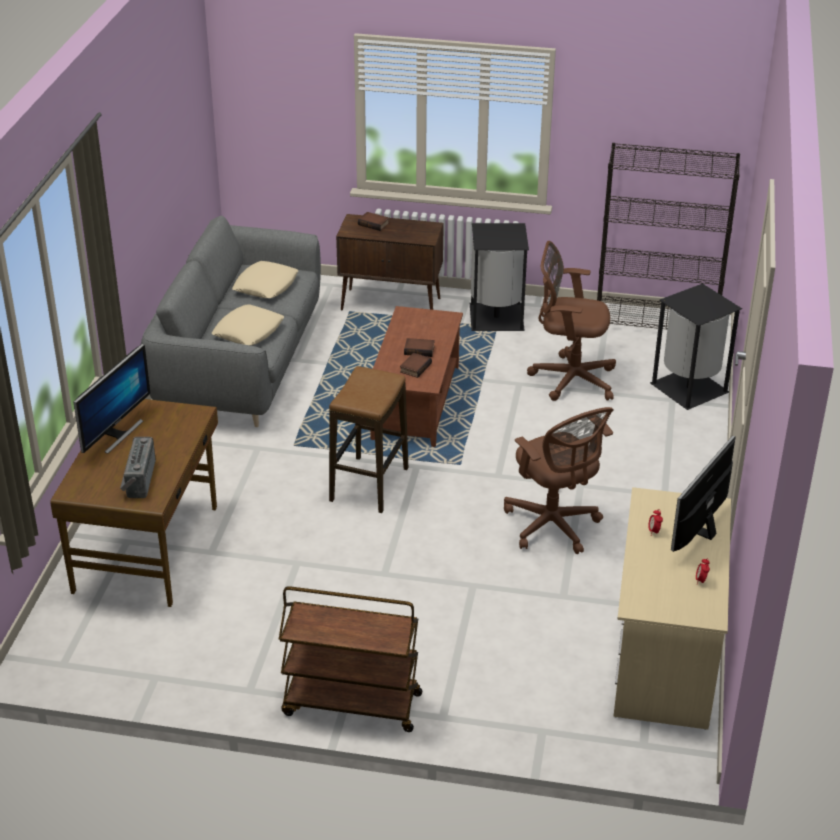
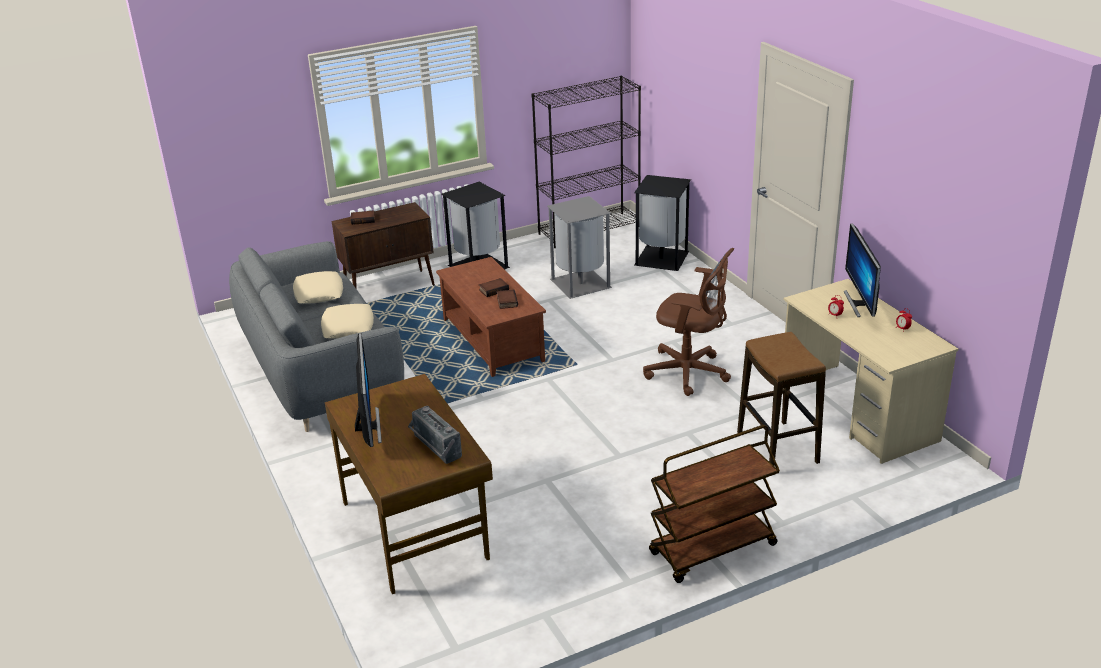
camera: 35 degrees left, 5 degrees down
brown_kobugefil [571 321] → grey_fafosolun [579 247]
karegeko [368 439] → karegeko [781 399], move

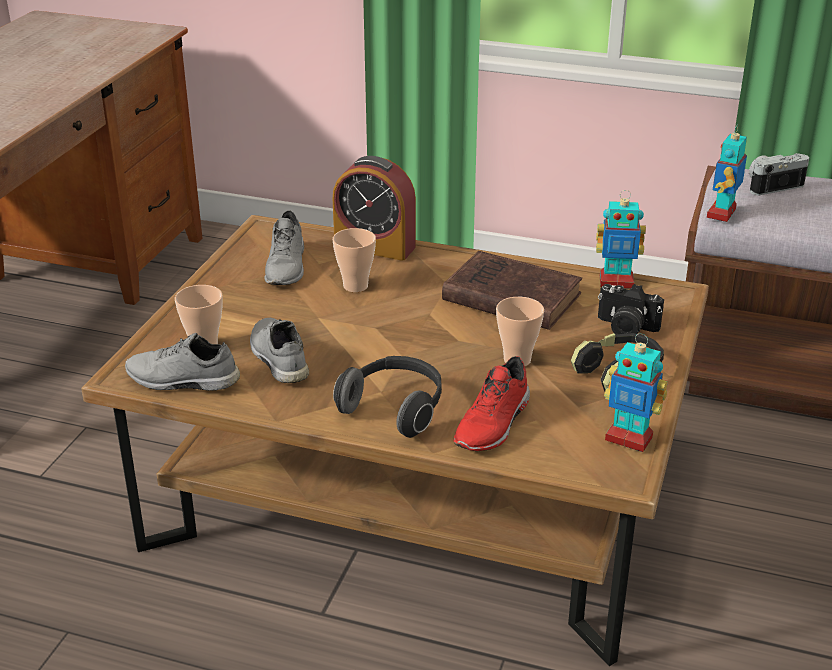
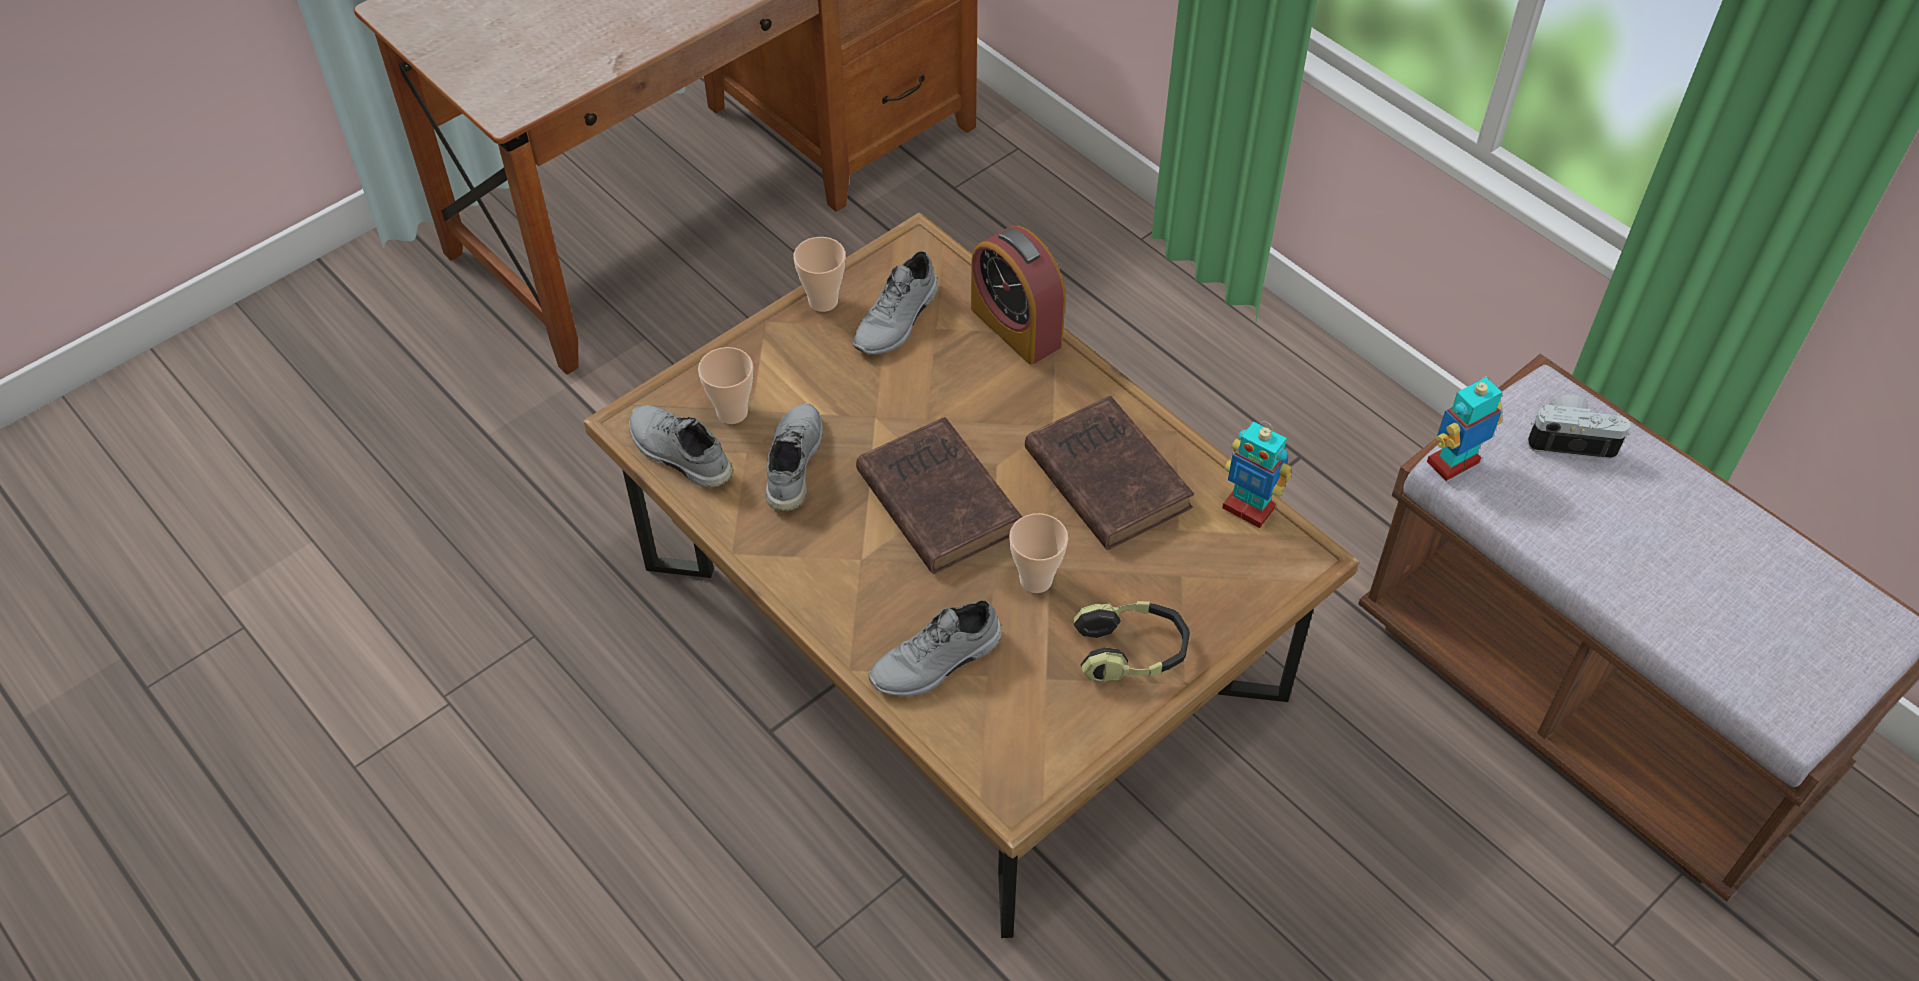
camera: 30 degrees right, 20 degrees up
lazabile [354 260] → lazabile [819 274], move
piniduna [631 309] → -
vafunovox [635 392] → -
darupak [387 397] → -
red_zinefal [492 403] → grey_zinefal [935 648]
- → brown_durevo [939 495]

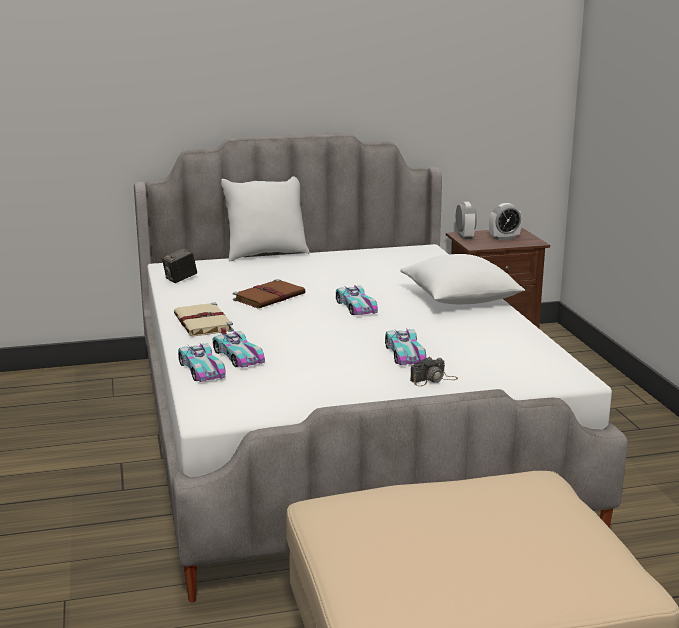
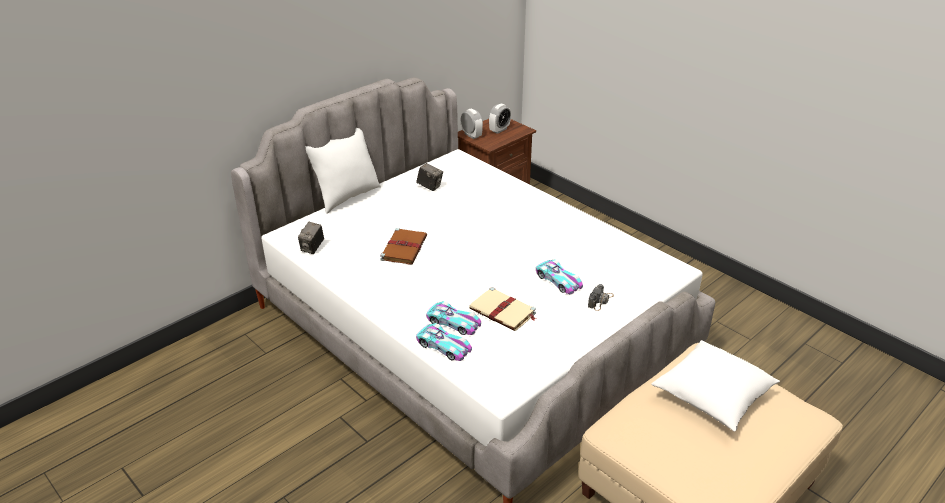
camera: 30 degrees left, 15 degrees up
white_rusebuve [462 279] → white_rusebuve [715 386], move
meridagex [357 300] → -
beige_durevo [204 319] → beige_durevo [502 309], move
- → piniduna [429 177]

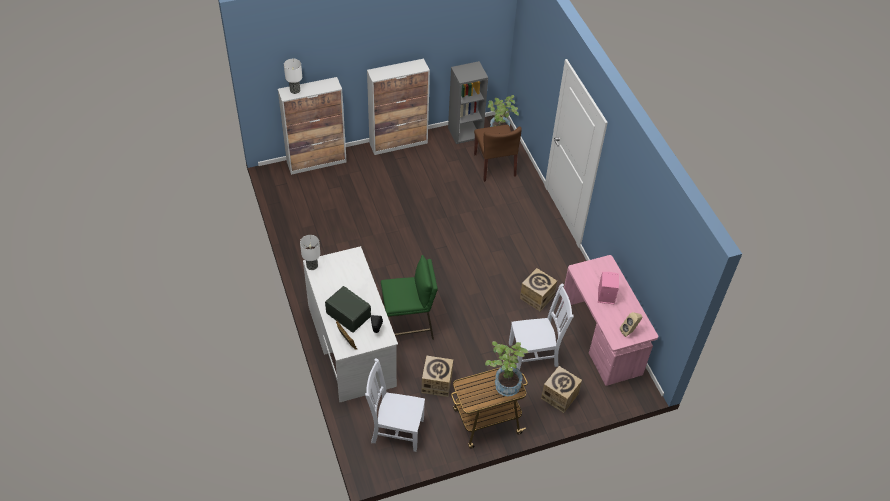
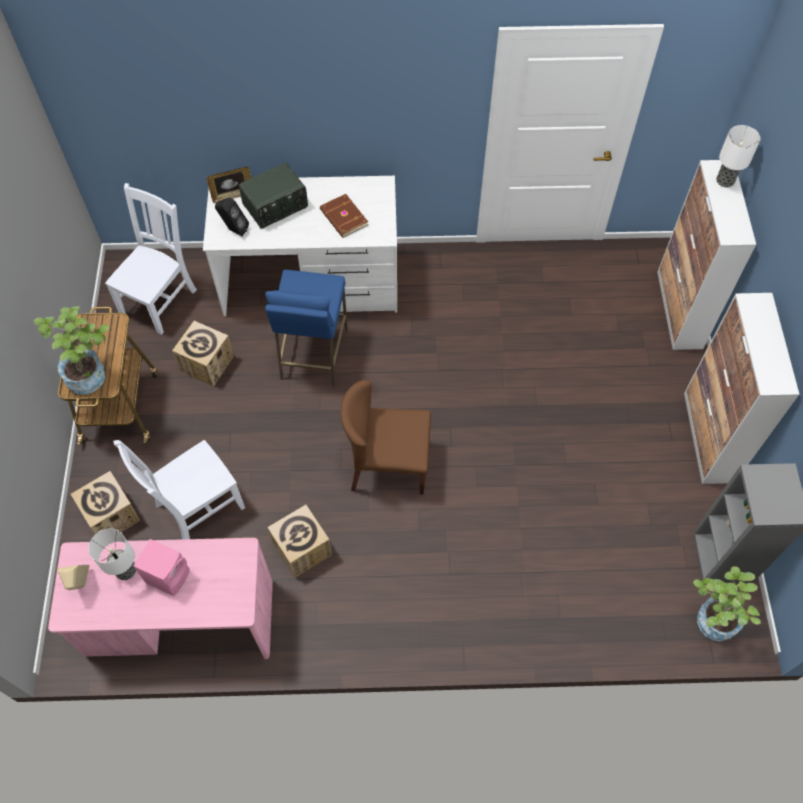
camera: 110 degrees right, 10 degrees up
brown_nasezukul [498 153] → brown_nasezukul [385 437], move
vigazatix [310 252] → vigazatix [112 554], move
green_karegeko [409 297] → blue_karegeko [306 328]
white_nasezukul [541 326] → white_nasezukul [179 489], 45 degrees clockwise
- → brown_durevo [344 216]

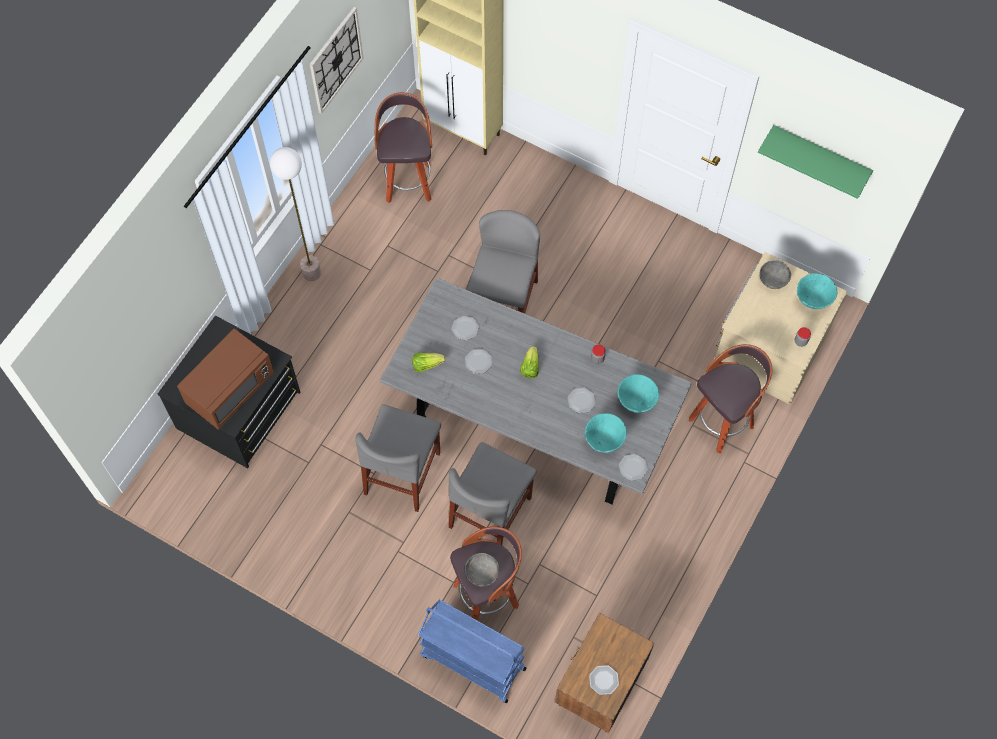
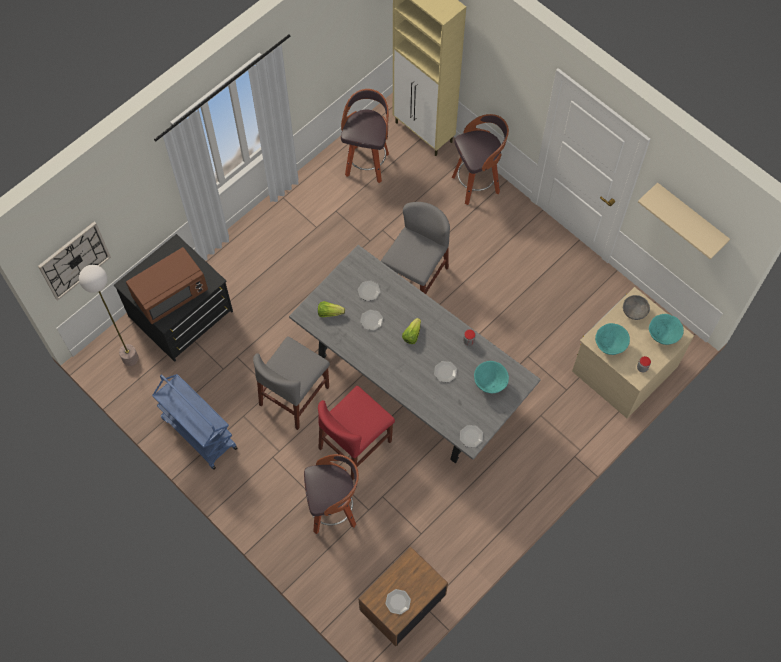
camera: 15 degrees right, 0 degrees up
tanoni [336 60] → tanoni [74 261], move
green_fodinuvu [815 162] → beige_fodinuvu [684 221]
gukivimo [295 214] → gukivimo [109 315], move
karegeko [730 398] → karegeko [480 159], move
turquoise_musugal [606 433] → turquoise_musugal [612 339], move
grey_nasezukul [493 494] → red_nasezukul [356 433]
grey_musugal [482 569] → -
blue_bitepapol [472 651] → blue_bitepapol [195 422], move

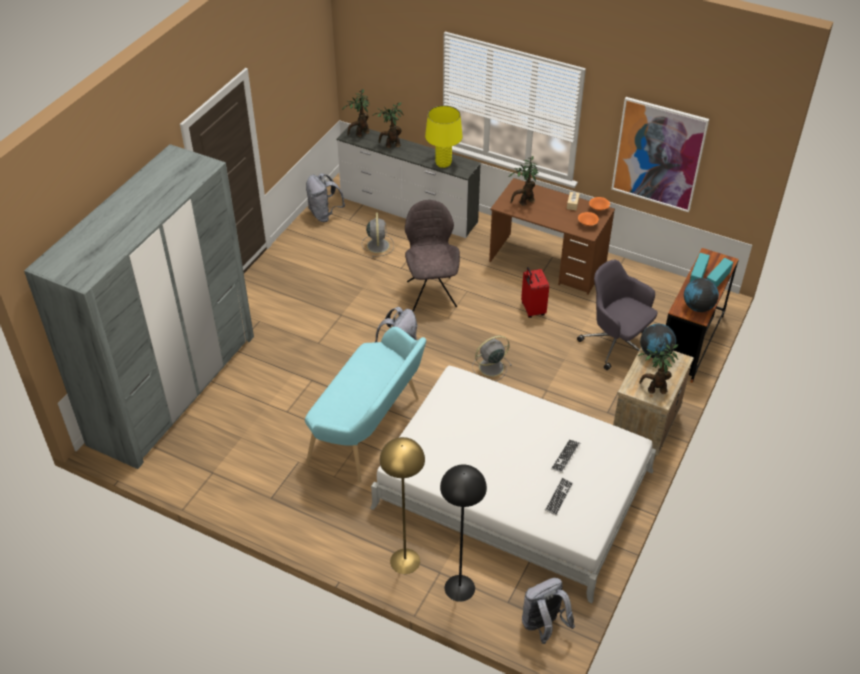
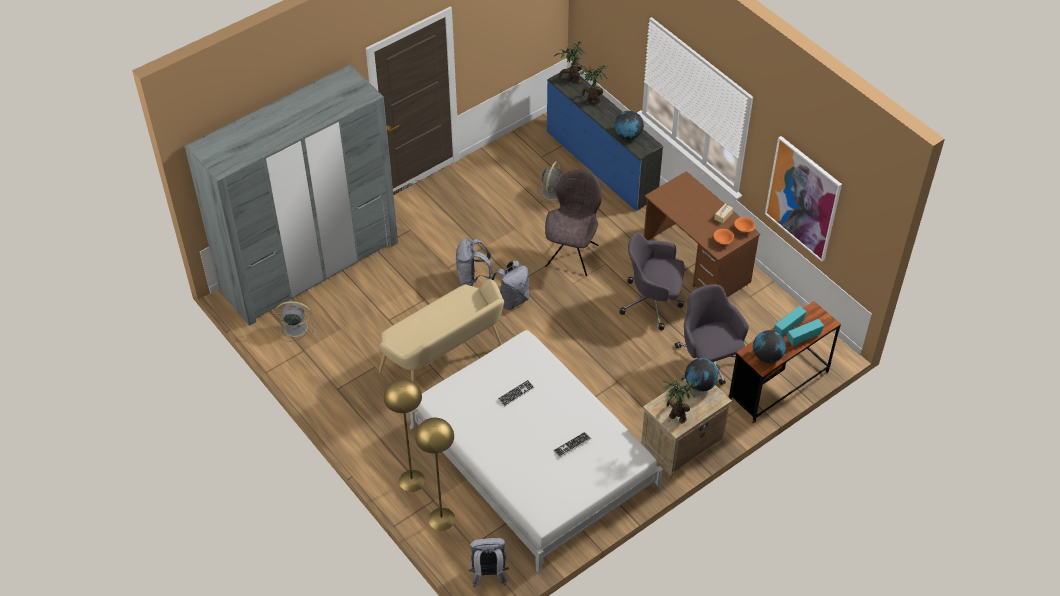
camera: 25 degrees right, 5 degrees up
yellow_vigazatix [444 136] → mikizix [629 125]
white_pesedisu [409 181] → blue_pesedisu [605 139]
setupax [524 181] → -
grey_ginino [325 197] → grey_ginino [474 262], move
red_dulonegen [535 292] → grey_kobugefil [652 281]
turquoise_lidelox [365 404] → beige_lidelox [441 330]
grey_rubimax [492 358] → grey_rubimax [294 321], move
black_gukivimo [463 533] → yellow_gukivimo [435 474]
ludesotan [559 497] → ludesotan [516 393], move

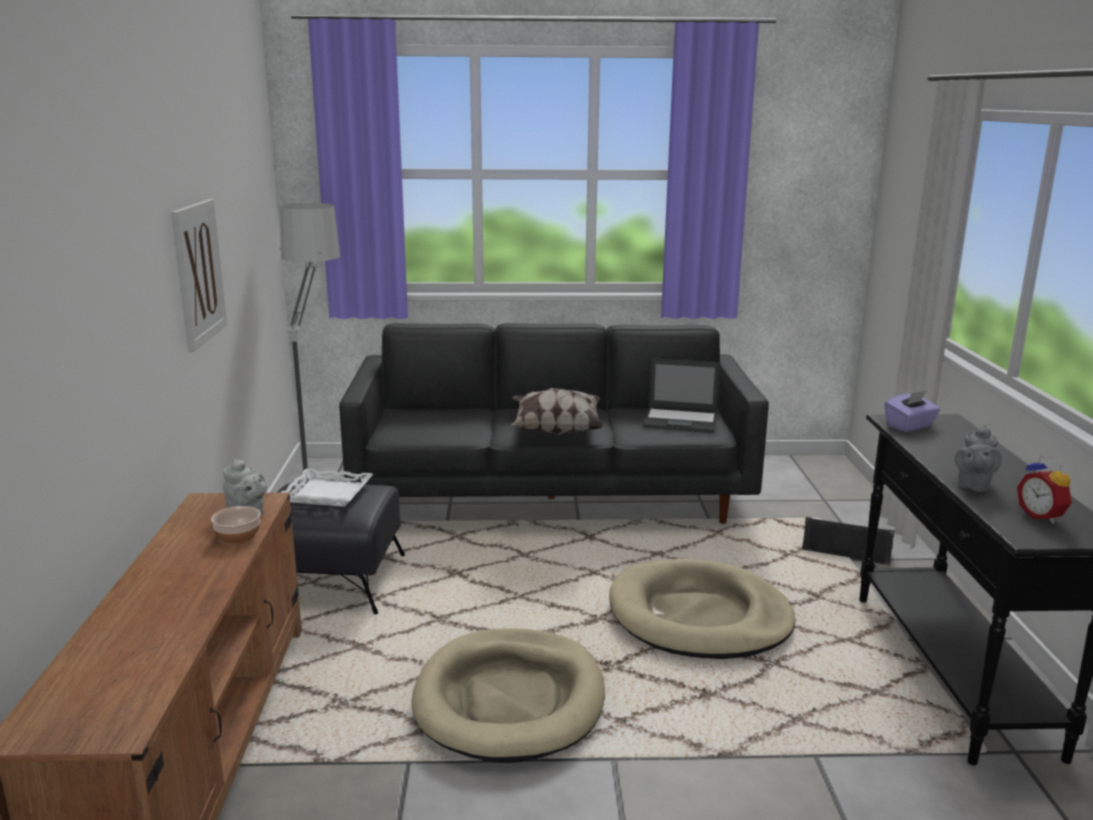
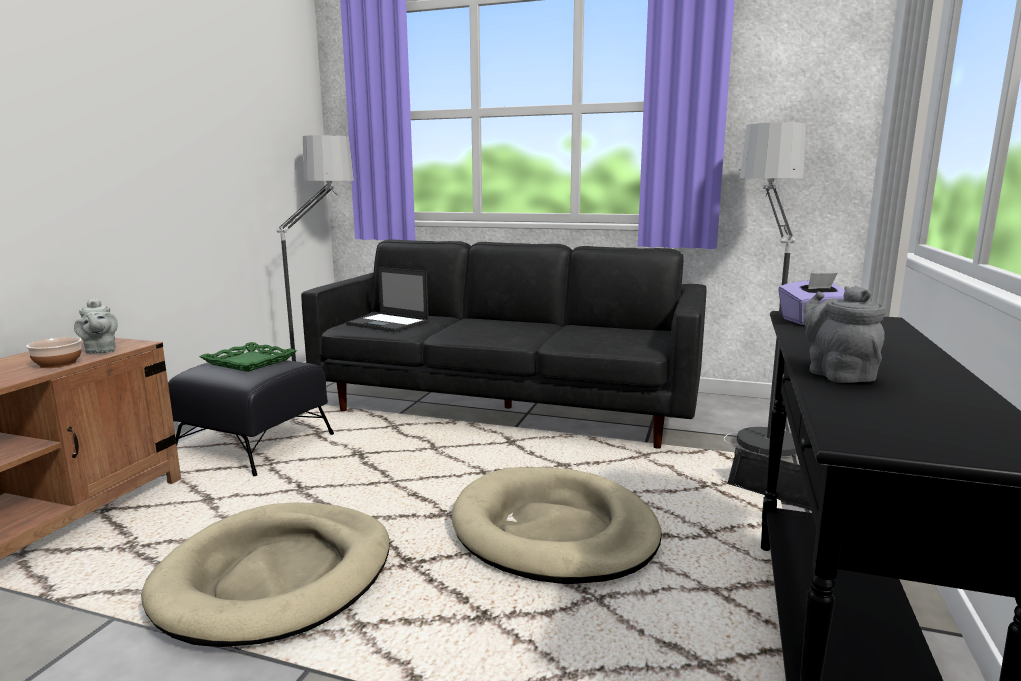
camera: 20 degrees right, 5 degrees down
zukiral [199 275] → -
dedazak [681 395] → dedazak [387 299], move
rusebuve [557 411] → -
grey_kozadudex [978 458] → grey_kozadudex [844 334], 120 degrees clockwise
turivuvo [1044 490] → -
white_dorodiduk [326 488] → green_dorodiduk [248 357]
- → gukivimo [765 291]

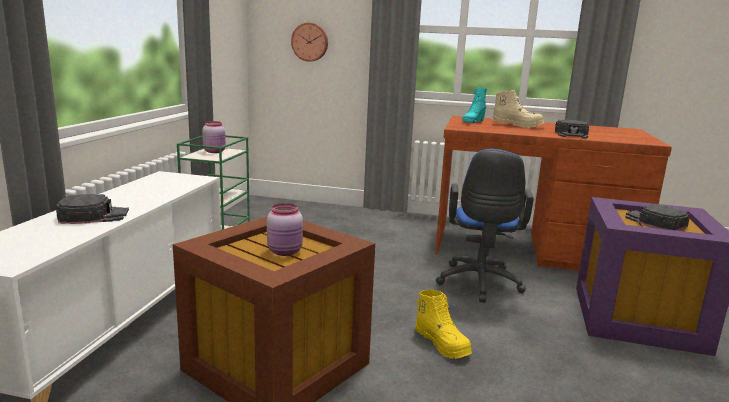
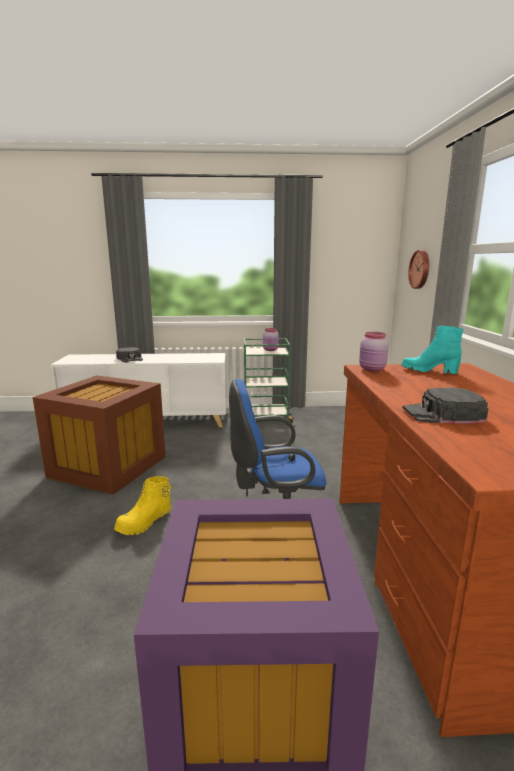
camera: 75 degrees right, 0 degrees up
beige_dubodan [518 109] → -
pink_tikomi [285 229] → pink_tikomi [374 351], move
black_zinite [657 217] → -

